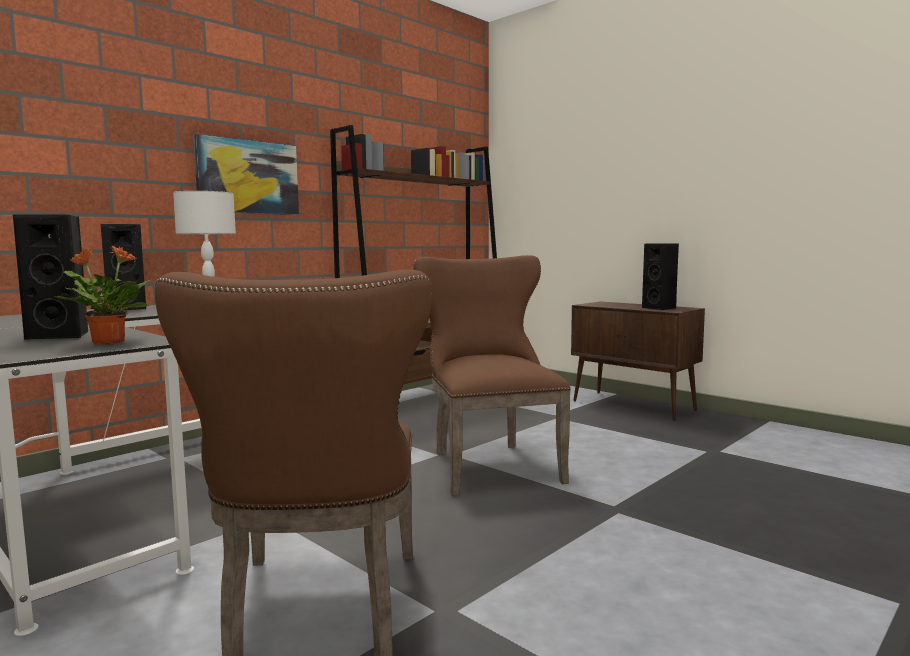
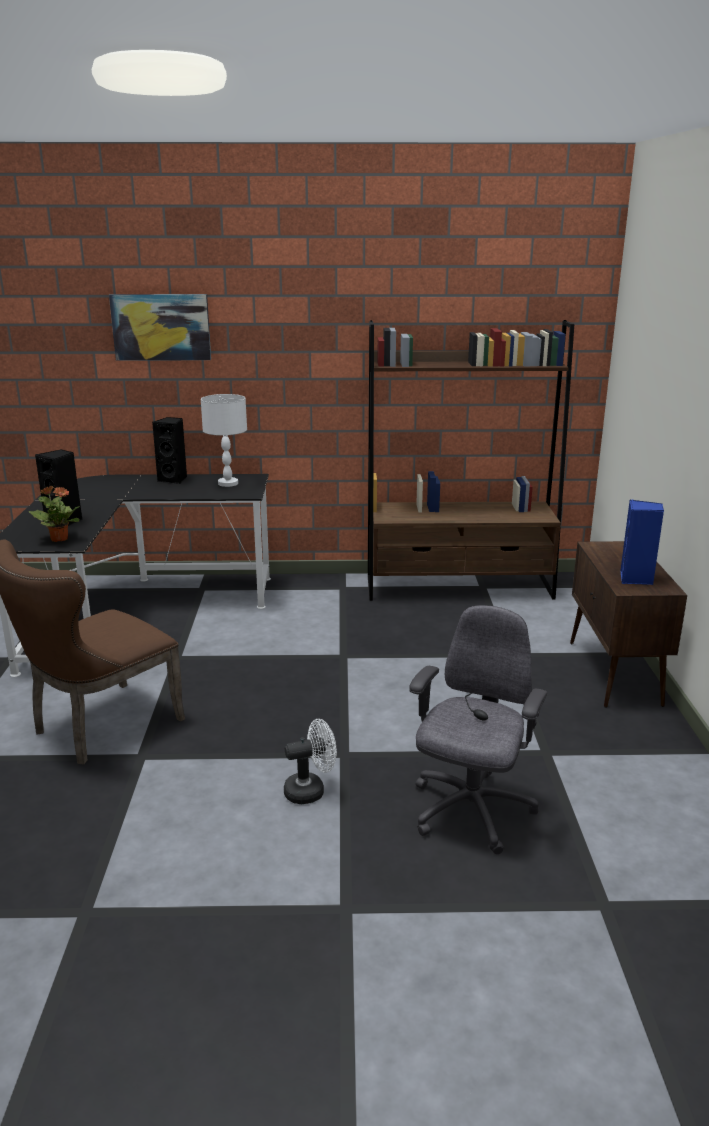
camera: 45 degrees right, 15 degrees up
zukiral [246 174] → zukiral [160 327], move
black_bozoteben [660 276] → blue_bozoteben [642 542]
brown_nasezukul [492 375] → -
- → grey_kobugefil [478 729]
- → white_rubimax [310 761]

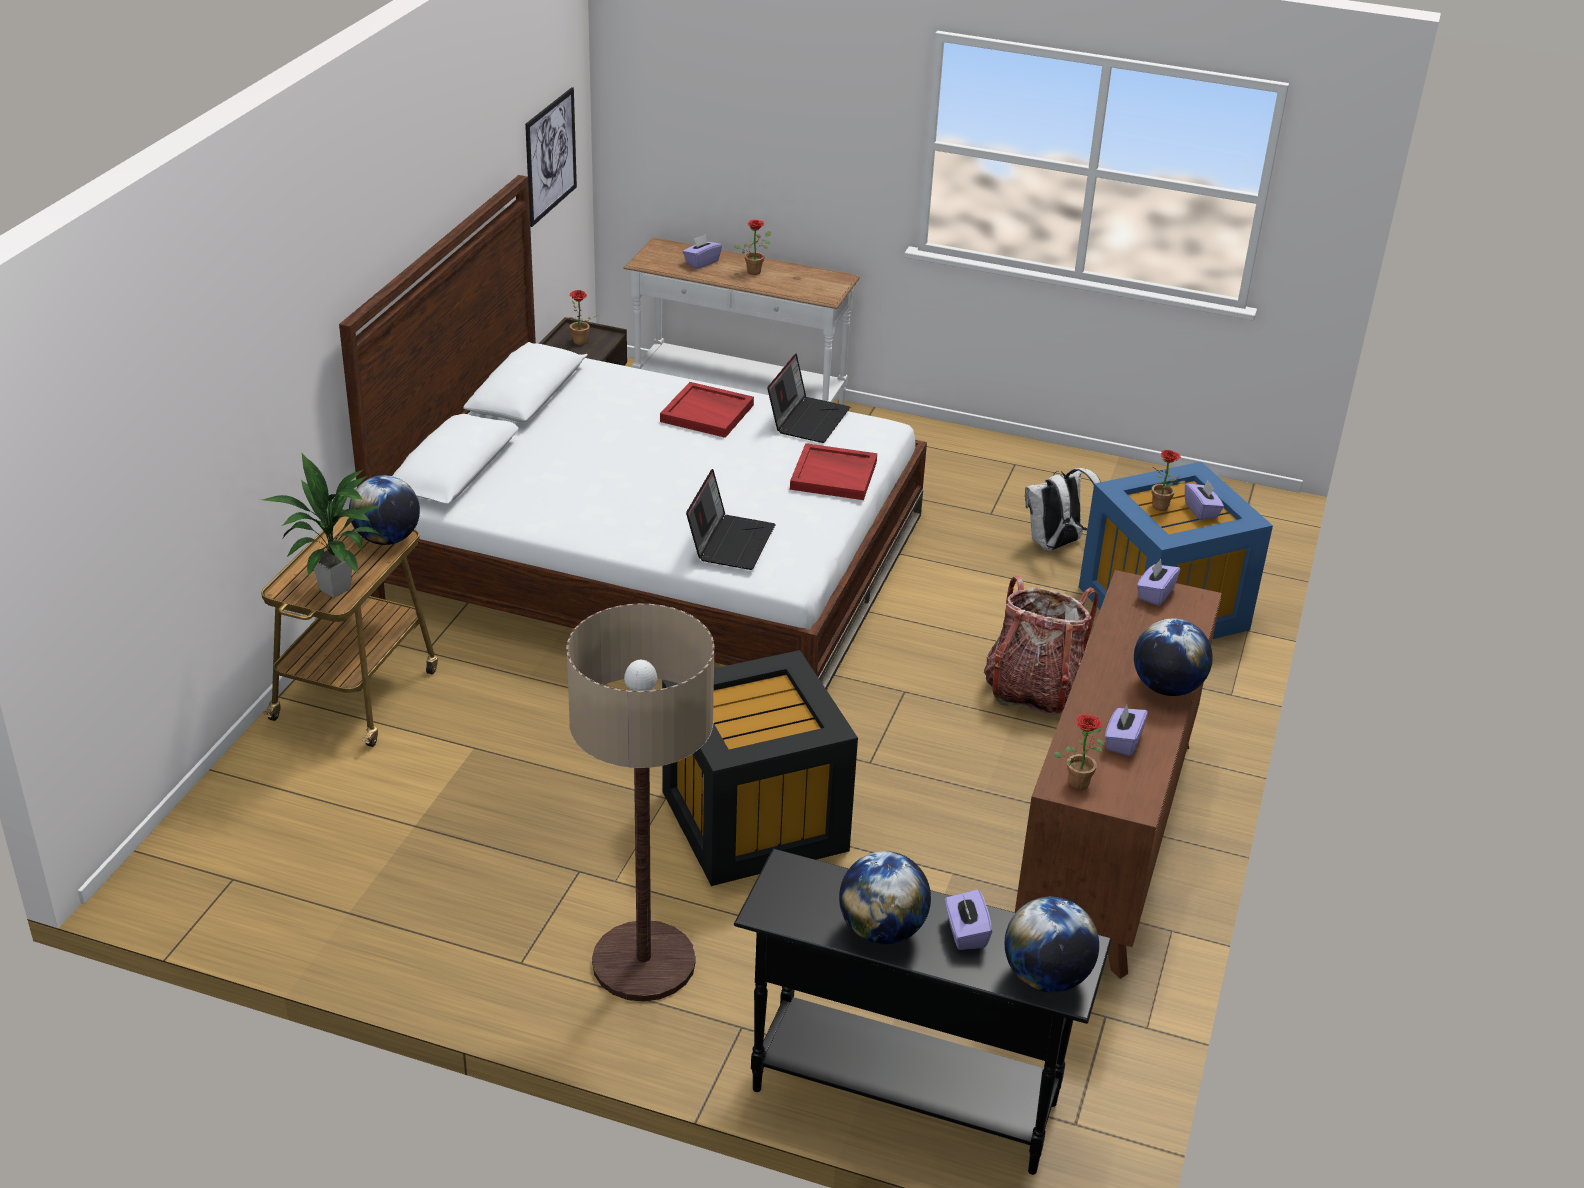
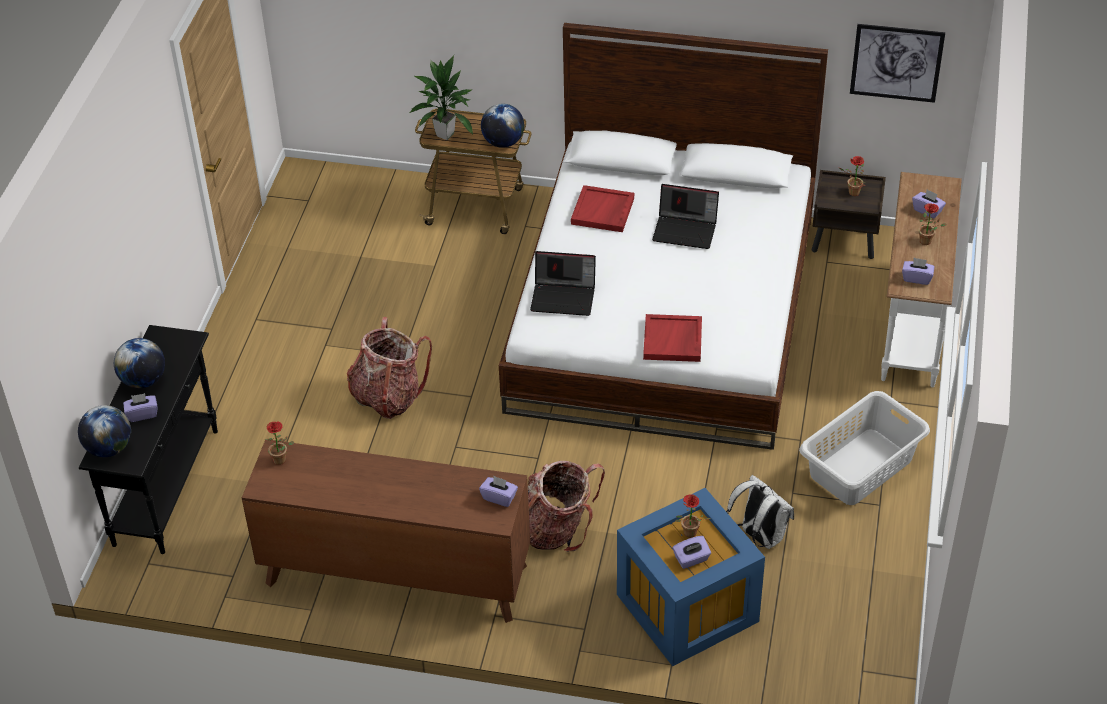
camera: 85 degrees right, 10 degrees up
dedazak [808 398] → dedazak [685 216], move
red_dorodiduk [707 410] → red_dorodiduk [602 208], move
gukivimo [640 802] → -
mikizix [1173 657] → -
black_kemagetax [760 768] → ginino [389 368]
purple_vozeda [1126 730] → purple_vozeda [918 271], move
- → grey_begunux [864 448]

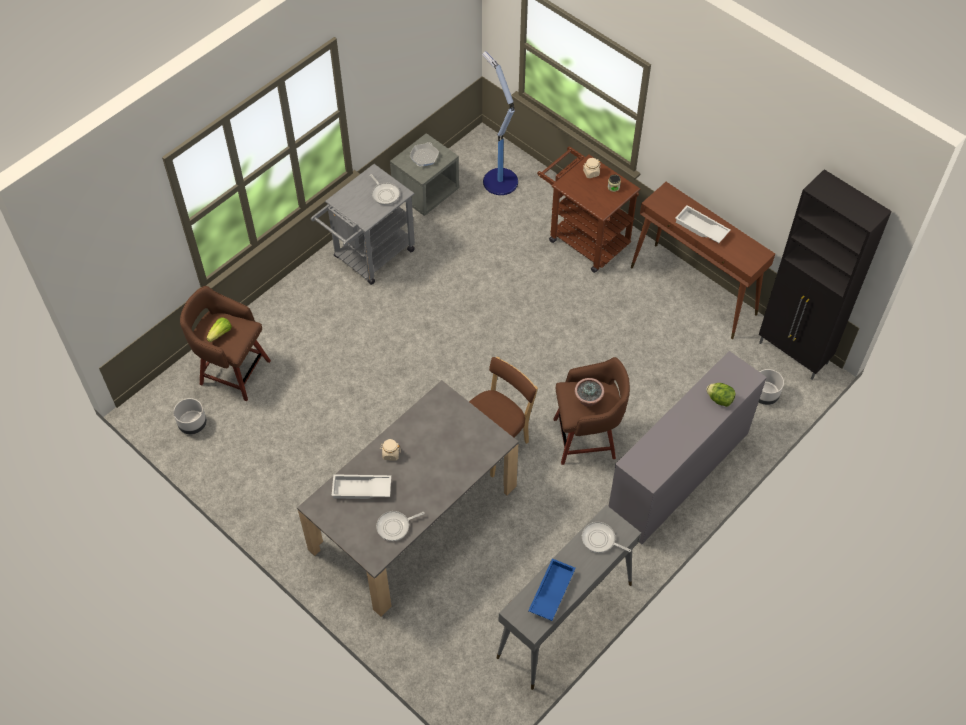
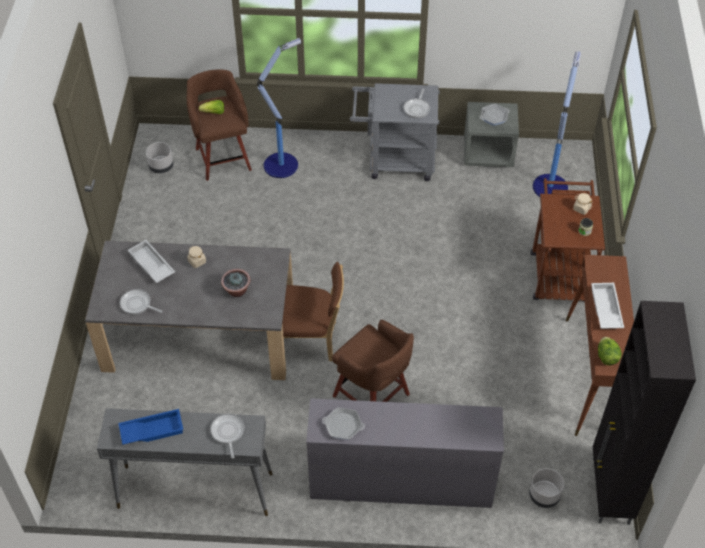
camera: 50 degrees right, 5 degrees down
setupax [589 392] → setupax [235 283], move
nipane [721 395] → nipane [610 351], move
- → gukivimo [279 108]
- → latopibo [343 423]

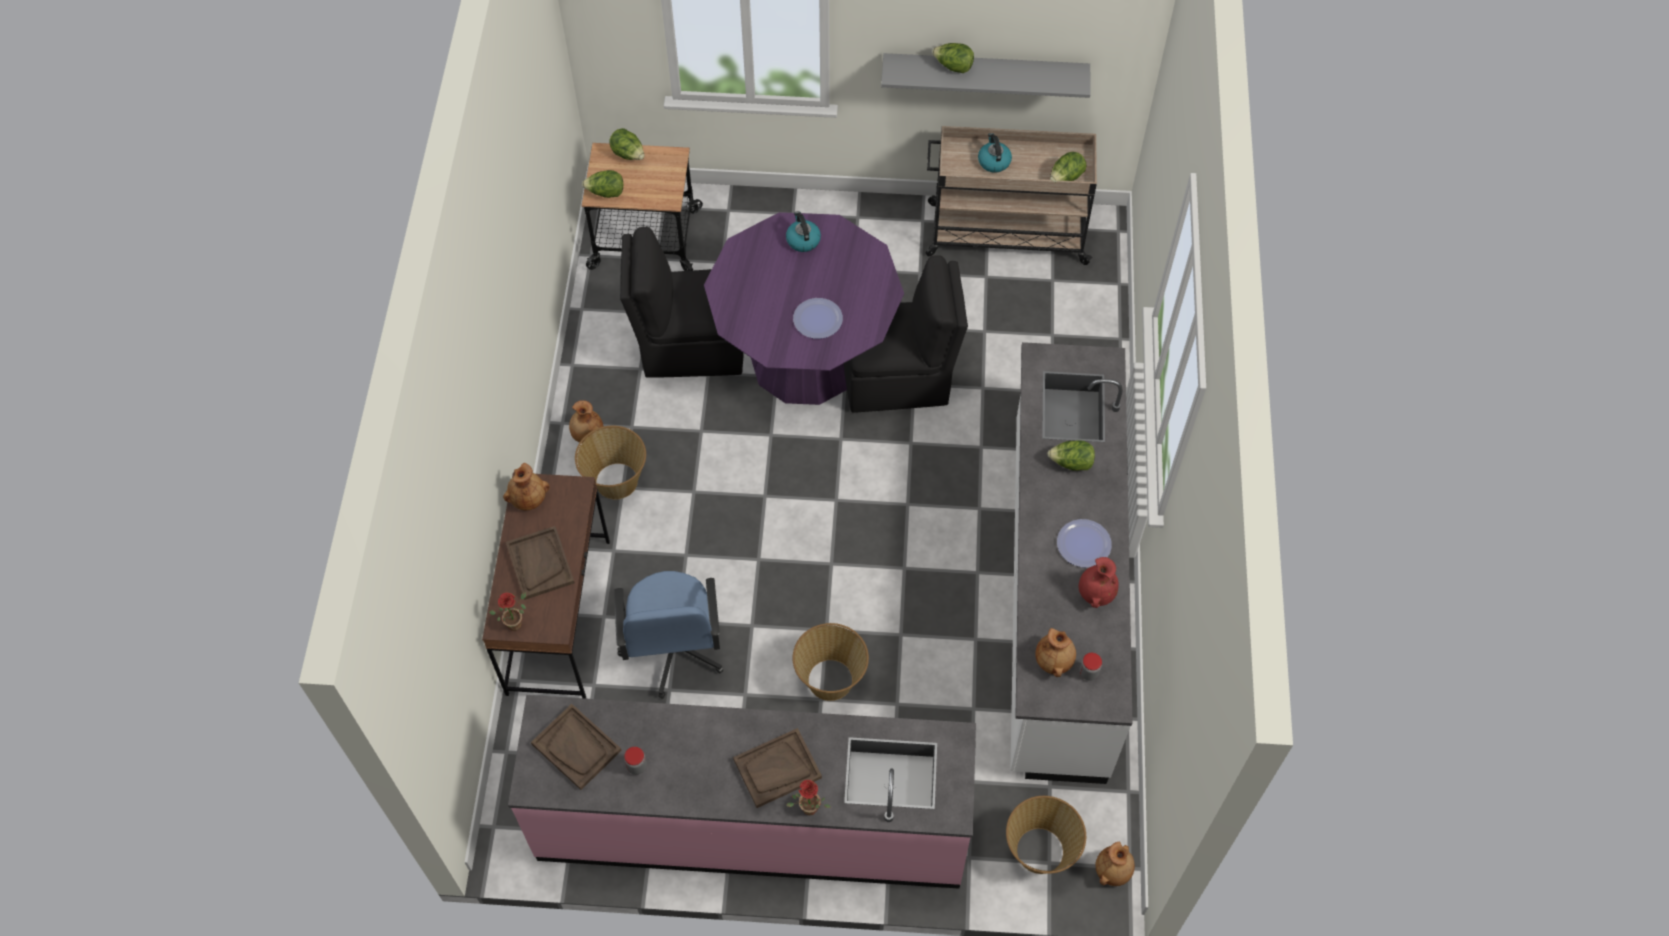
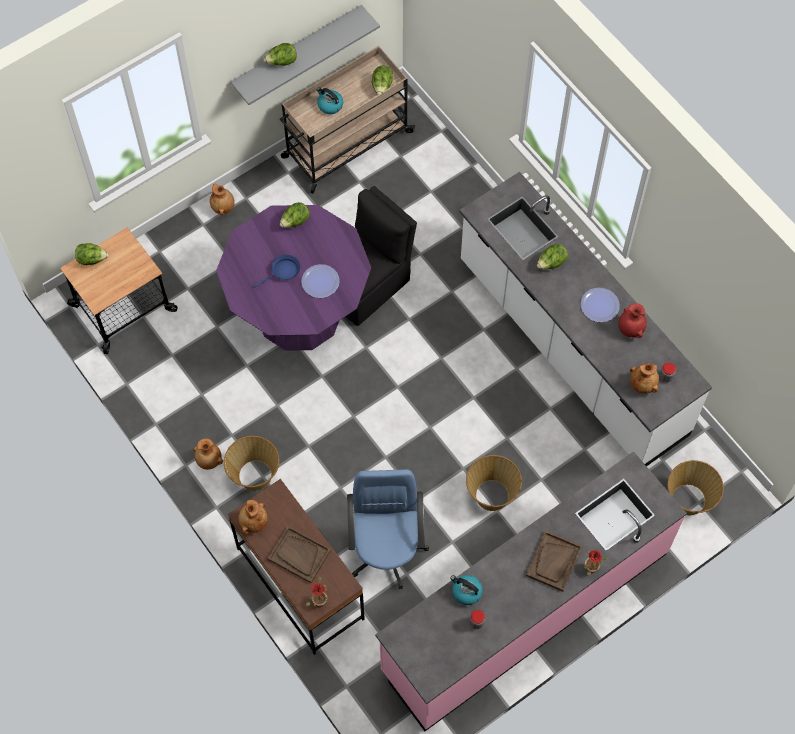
camera: 40 degrees left, 5 degrees up
nipane [602 184] → nipane [295 215], move
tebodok [803 231] → tebodok [466 590], move
black_nasezukul [682 302] → -
blue_kobugefil [668 635] → blue_kobugefil [388 529], 135 degrees counterclockwise
brown_dorodiduk [576 747] → -
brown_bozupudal [1115 864] → brown_bozupudal [222 199], move
- → blue_latopibo [277 271]

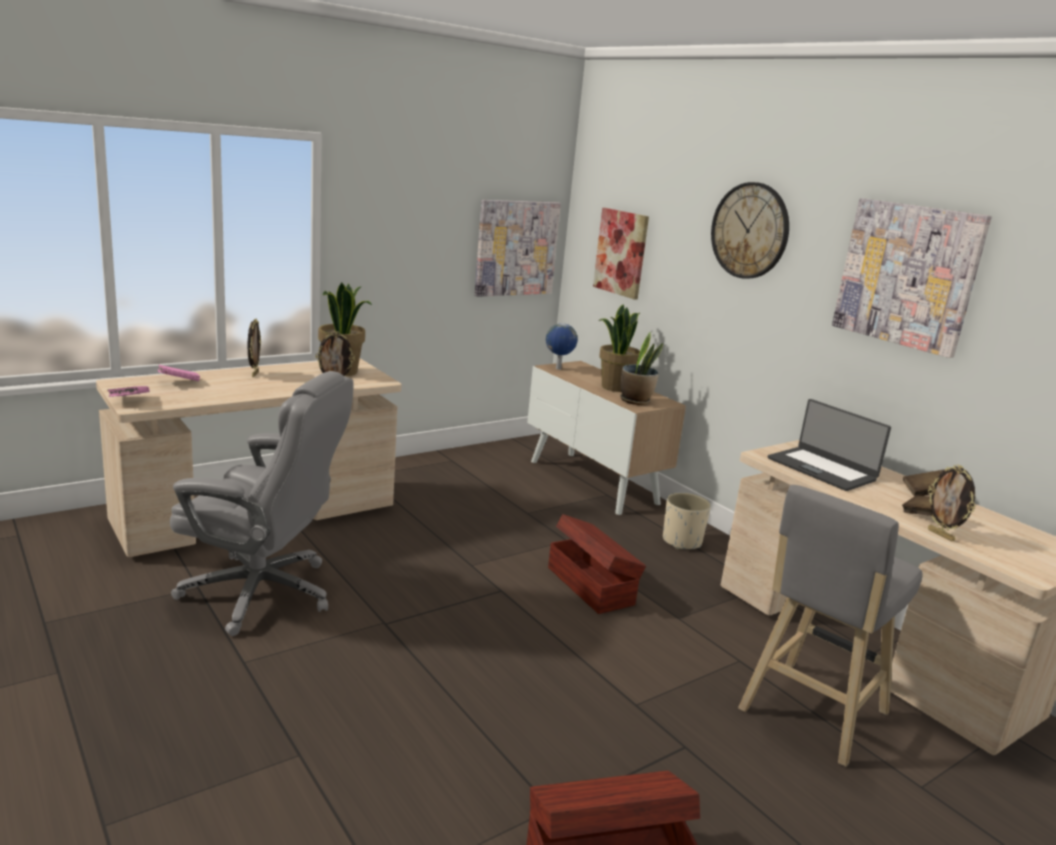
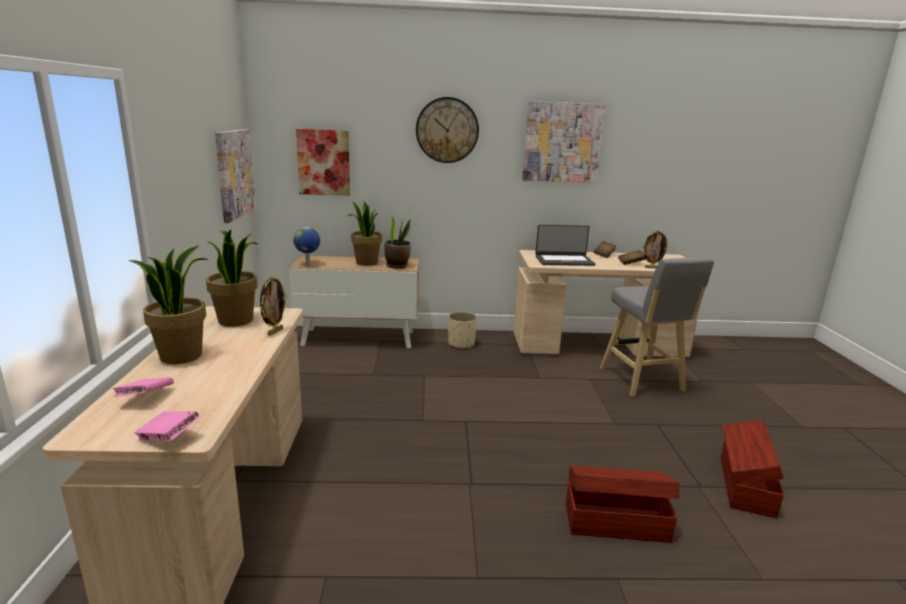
camera: 55 degrees left, 0 degrees up
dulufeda [254 348] → setupax [168 304]
grey_kobugefil [262 503] → -
brown_kemagetax [597 564] → brown_kemagetax [622 504], move

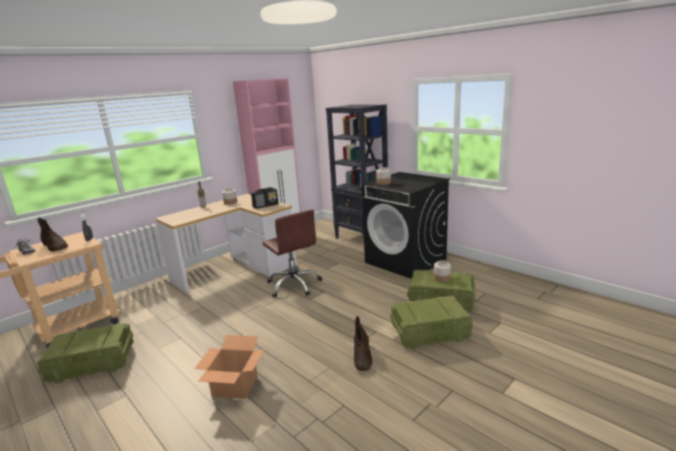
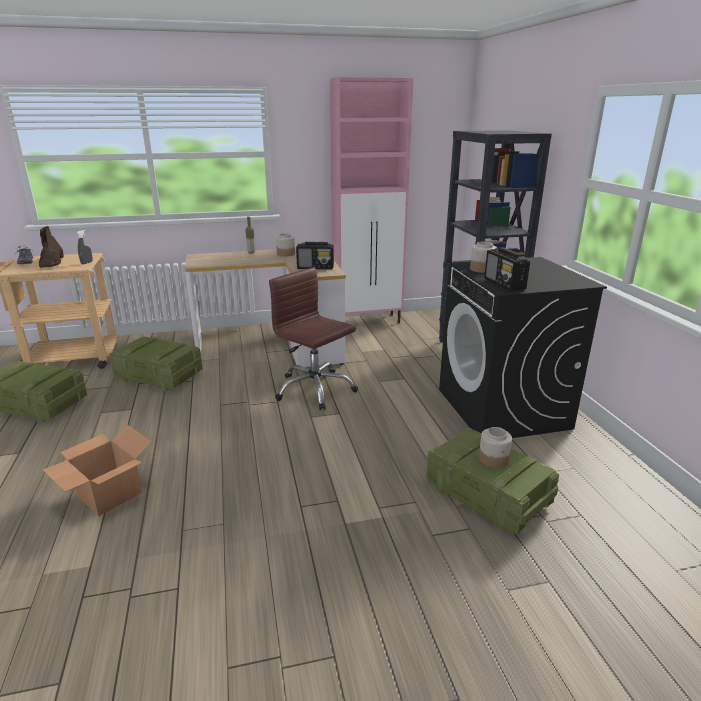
camera: 30 degrees right, 5 degrees up
brown_kobugefil [292 253] → brown_kobugefil [313 338], 135 degrees clockwise
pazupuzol [431 322] → pazupuzol [156 363], move
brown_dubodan [363 343] → -
- → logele [507 269]

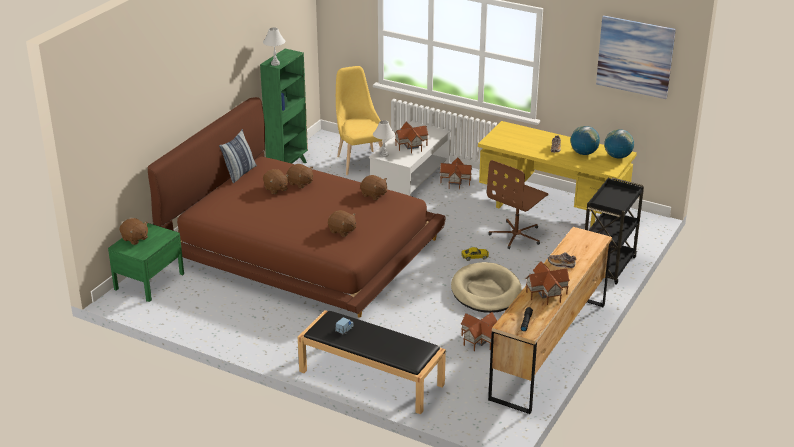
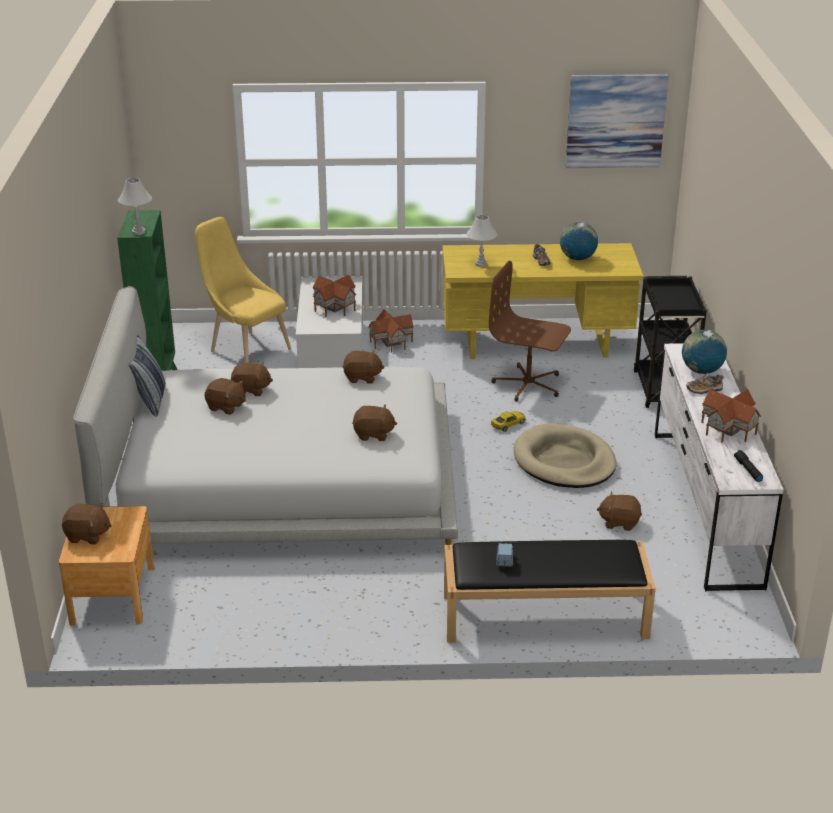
camera: 30 degrees left, 0 degrees up
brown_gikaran [296 207] → white_gikaran [266 415]
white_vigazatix [384 138] → white_vigazatix [481 241], move
mikizix [619 144] → mikizix [704 352], move
brown_kobugefil [517 204] → brown_kobugefil [530 331], 105 degrees clockwise
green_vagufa [146 262] → brown_vagufa [106 565]
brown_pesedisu [550 320] → white_pesedisu [719 467]
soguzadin [479 331] → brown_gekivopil [619 511]

